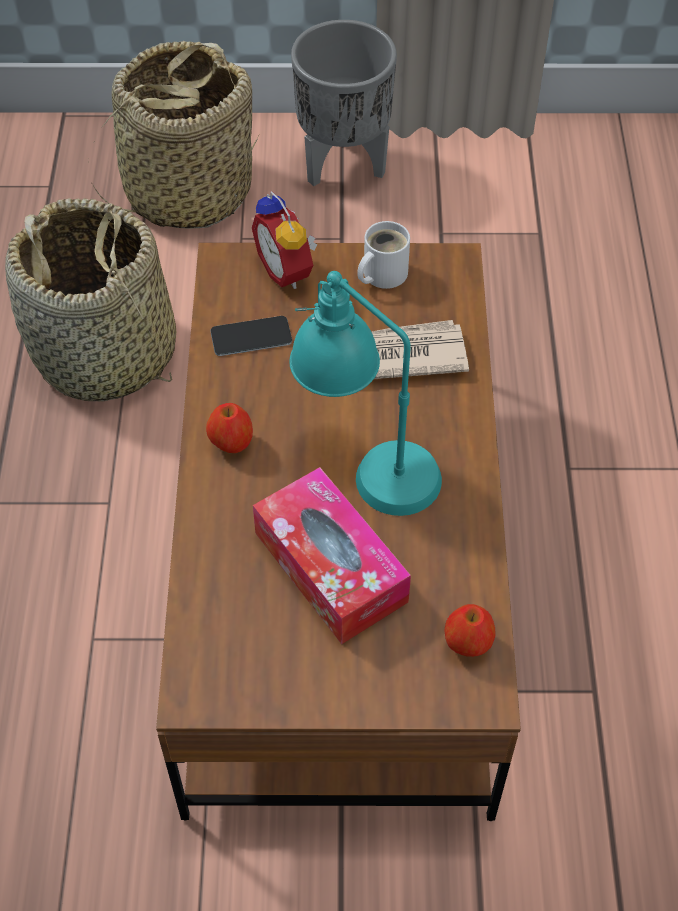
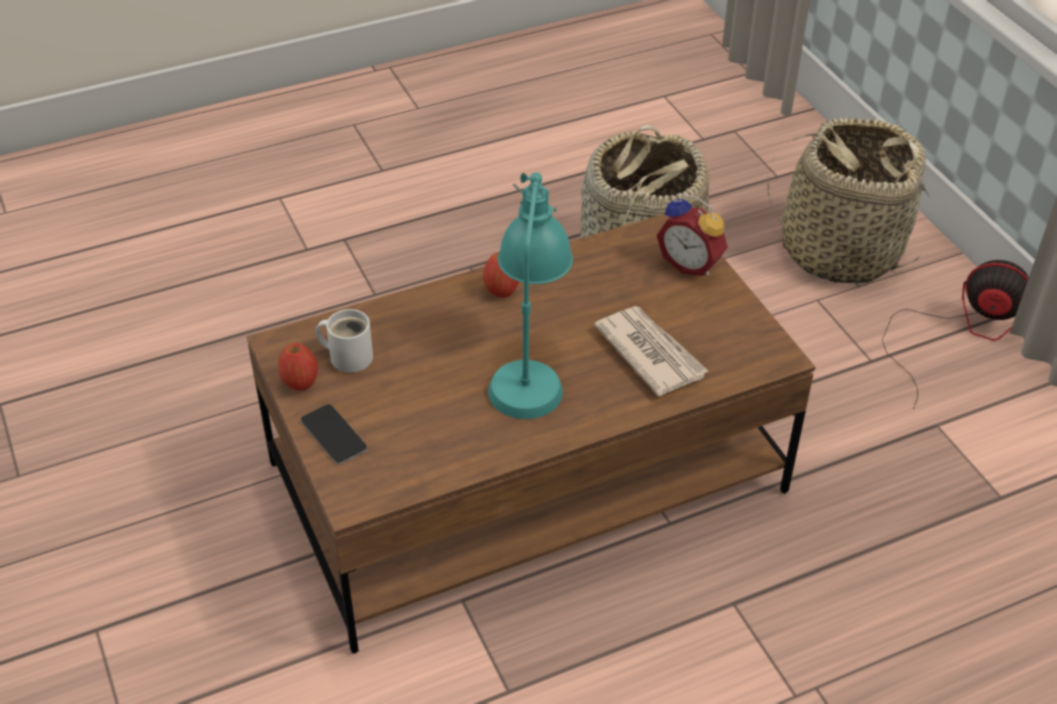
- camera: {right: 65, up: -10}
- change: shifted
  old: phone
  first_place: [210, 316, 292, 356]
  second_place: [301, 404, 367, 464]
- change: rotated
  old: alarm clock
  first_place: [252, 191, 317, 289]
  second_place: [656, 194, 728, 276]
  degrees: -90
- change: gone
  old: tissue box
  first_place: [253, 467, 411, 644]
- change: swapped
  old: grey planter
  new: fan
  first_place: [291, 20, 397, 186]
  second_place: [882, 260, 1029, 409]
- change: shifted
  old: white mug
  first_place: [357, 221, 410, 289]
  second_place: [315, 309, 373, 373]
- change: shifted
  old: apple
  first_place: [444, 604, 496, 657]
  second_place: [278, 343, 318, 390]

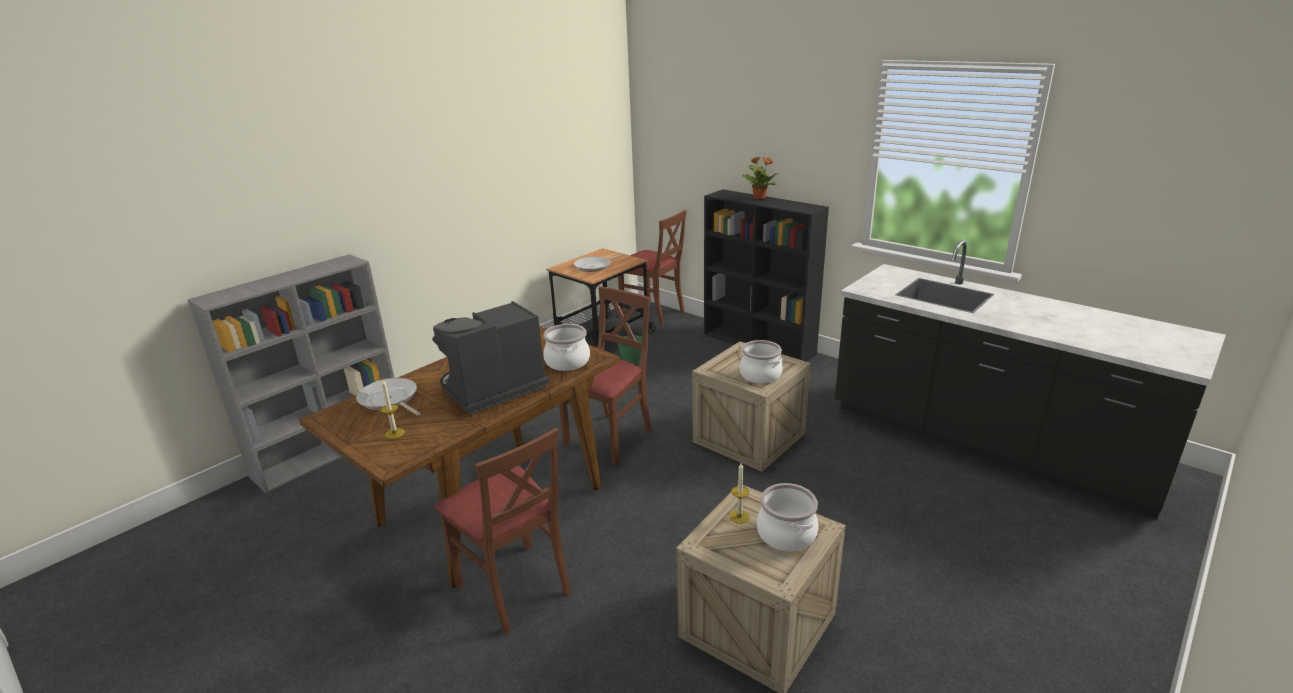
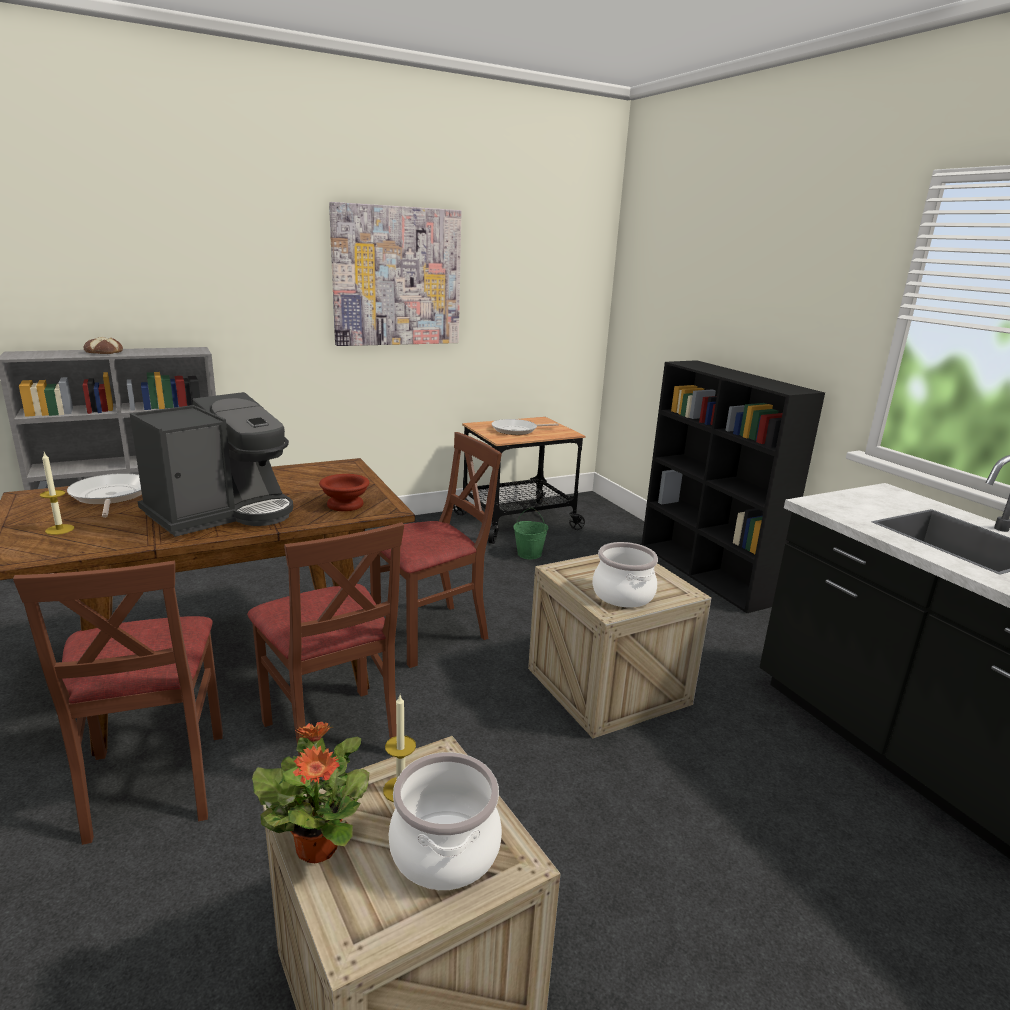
- camera: {right: 20, up: -5}
- change: rotated
  old: coffee machine
  first_place: [432, 301, 550, 415]
  second_place: [130, 392, 293, 537]
  degrees: 150
- change: swapped
  old: cooking pot
  new: brown bowl
  first_place: [543, 324, 590, 371]
  second_place: [319, 474, 369, 511]
- change: shifted
  old: brown chair
  first_place: [618, 210, 687, 326]
  second_place: [247, 522, 404, 756]
- change: shifted
  old: potted plant
  first_place: [742, 157, 778, 200]
  second_place: [252, 722, 369, 863]
- change: new
  new: bread
  second_place: [84, 337, 123, 354]
- change: new
  new: picture
  second_place: [329, 202, 462, 346]

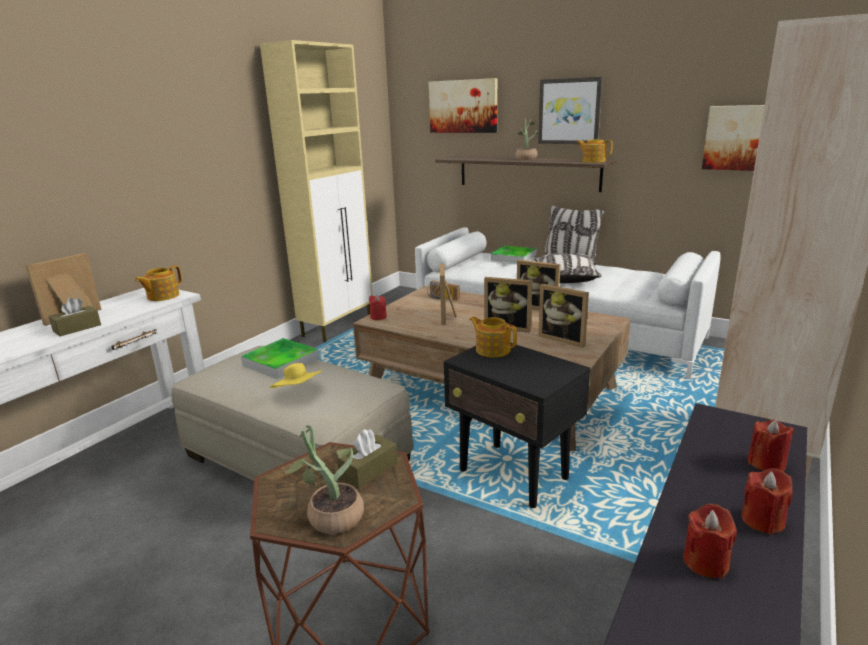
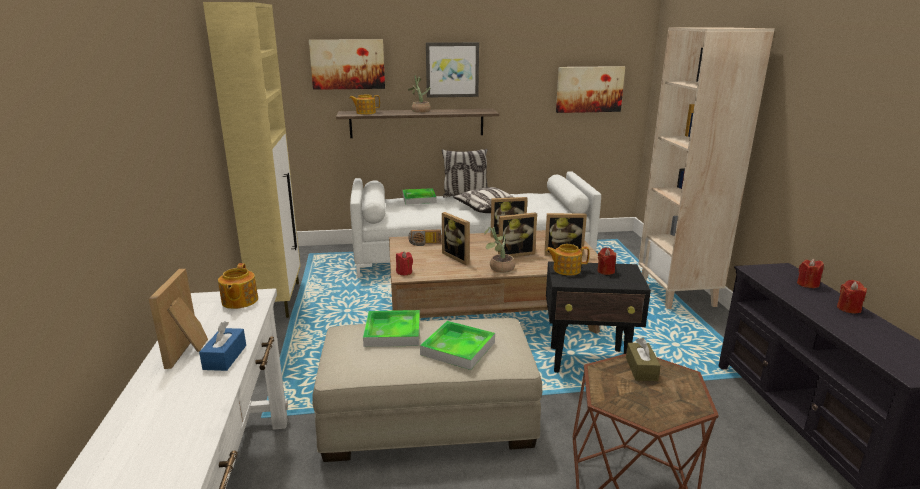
- camera: {right: -40, up: 0}
- change: repainted
  old: brown tissue box
  new: blue tissue box
  first_place: [48, 298, 101, 336]
  second_place: [199, 321, 246, 371]
- change: swapped
  old: yellow hat
  new: tray
  first_place: [269, 363, 322, 388]
  second_place: [420, 321, 495, 370]
- change: shifted
  old: potted plant
  first_place: [283, 425, 364, 534]
  second_place: [484, 227, 515, 273]
- change: shifted
  old: teapot
  first_place: [577, 139, 613, 163]
  second_place: [349, 95, 380, 114]
- change: shifted
  old: red candle
  first_place: [683, 504, 737, 579]
  second_place: [597, 247, 616, 275]

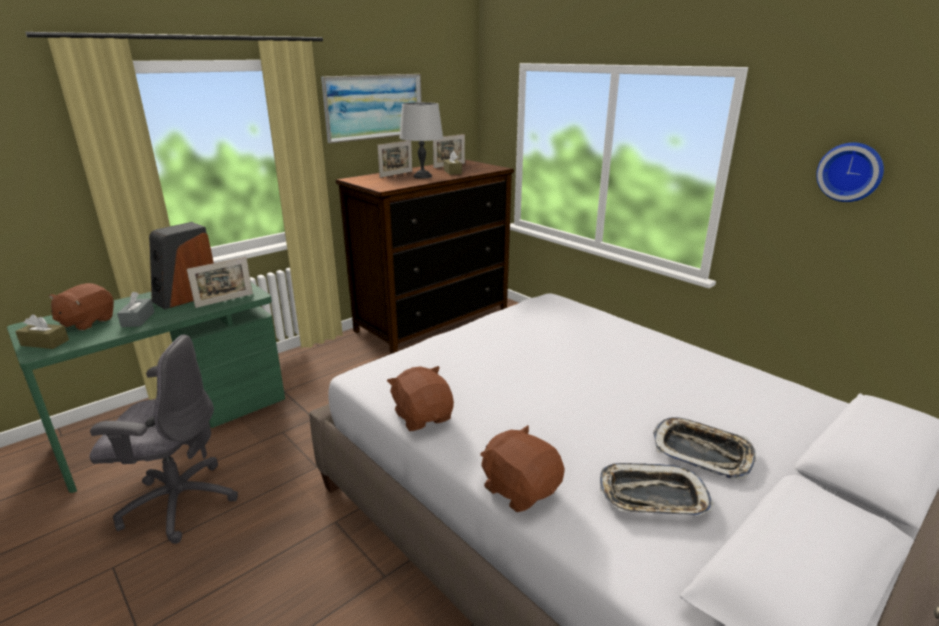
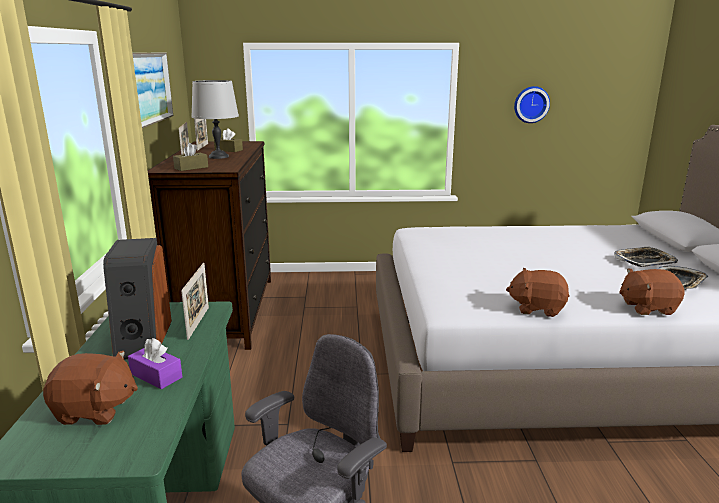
- camera: {right: -50, up: -5}
- change: shifted
  old: brown tissue box
  first_place: [15, 314, 69, 349]
  second_place: [173, 143, 208, 171]
- change: rotated
  old: brown plush toy
  first_place: [49, 283, 114, 331]
  second_place: [43, 351, 138, 425]
  degrees: -60
- change: repainted
  old: grey tissue box
  new: purple tissue box
  first_place: [117, 292, 155, 327]
  second_place: [128, 338, 182, 389]

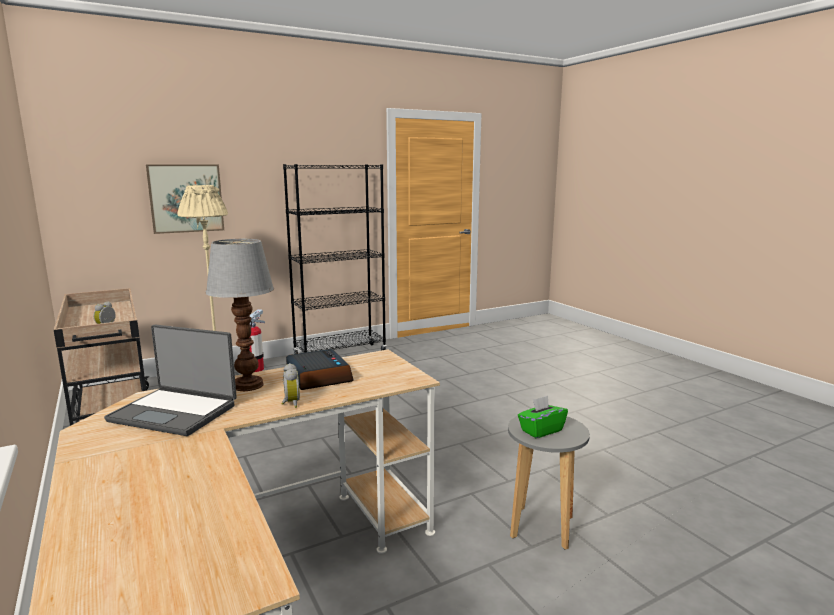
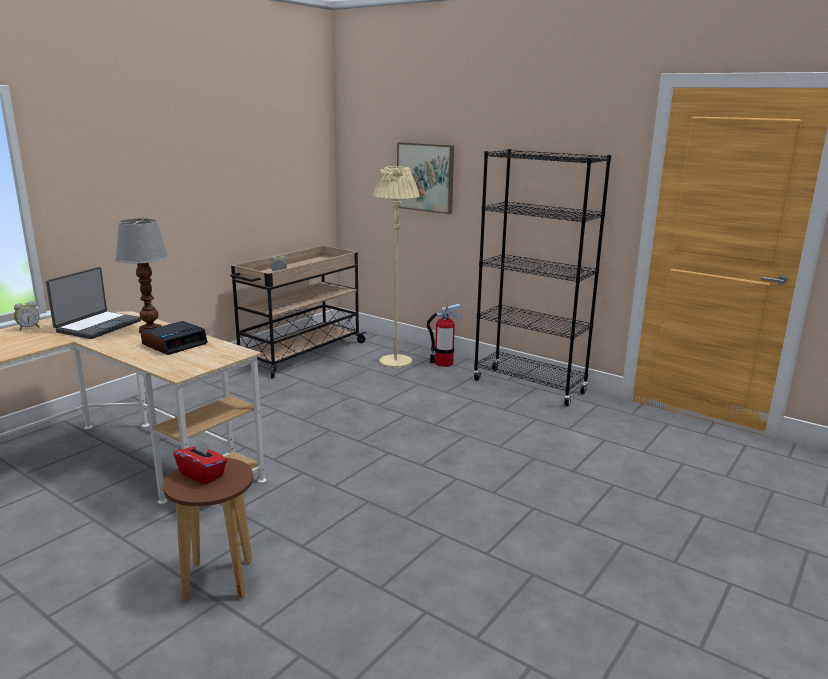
- camera: {right: 65, up: 5}
- change: rotated
  old: laptop
  first_place: [104, 325, 237, 436]
  second_place: [46, 267, 141, 339]
  degrees: -150
- change: shifted
  old: alarm clock
  first_place: [281, 363, 300, 408]
  second_place: [14, 301, 40, 331]
- change: repainted
  old: grey stool
  new: brown stool
  first_place: [508, 416, 590, 550]
  second_place: [163, 457, 253, 602]
- change: repainted
  old: green tissue box
  new: red tissue box
  first_place: [518, 396, 568, 438]
  second_place: [174, 437, 227, 485]

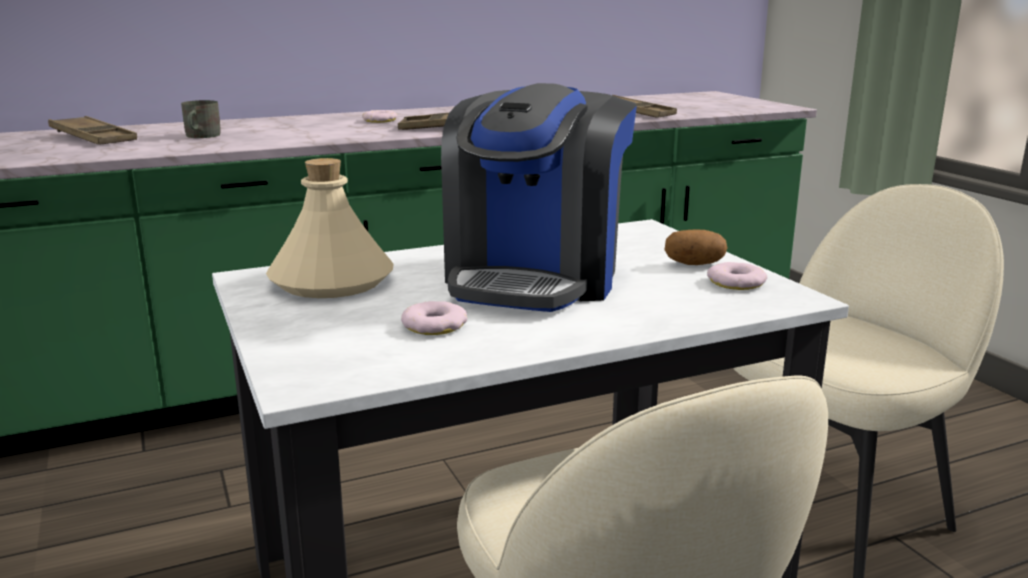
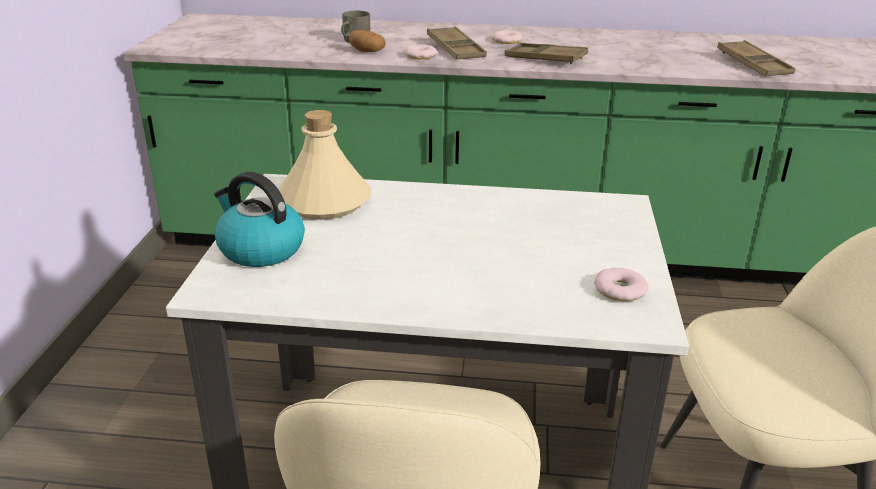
- camera: {right: 30, up: 10}
- change: shifted
  old: brown tray
  first_place: [48, 116, 137, 144]
  second_place: [427, 26, 487, 60]
- change: shifted
  old: donut
  first_place: [401, 301, 467, 335]
  second_place: [404, 44, 437, 59]
- change: gone
  old: coffee machine
  first_place: [441, 83, 637, 312]
- change: shifted
  old: potato
  first_place: [664, 229, 728, 265]
  second_place: [349, 30, 386, 52]
- change: new
  new: kettle
  second_place: [214, 172, 305, 267]

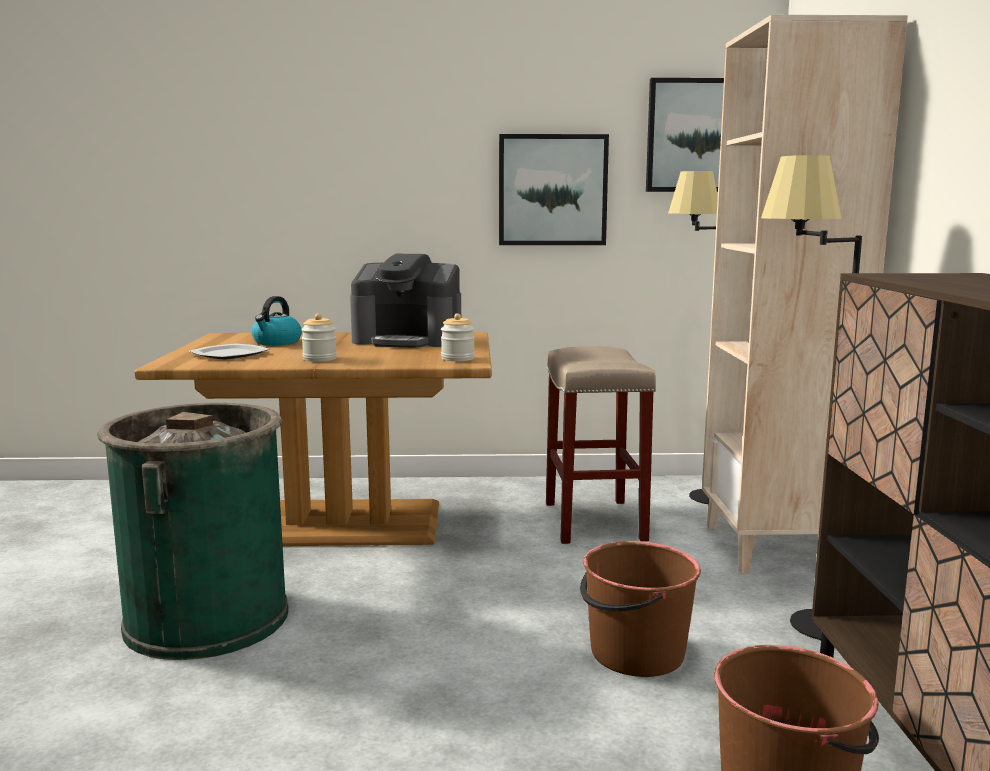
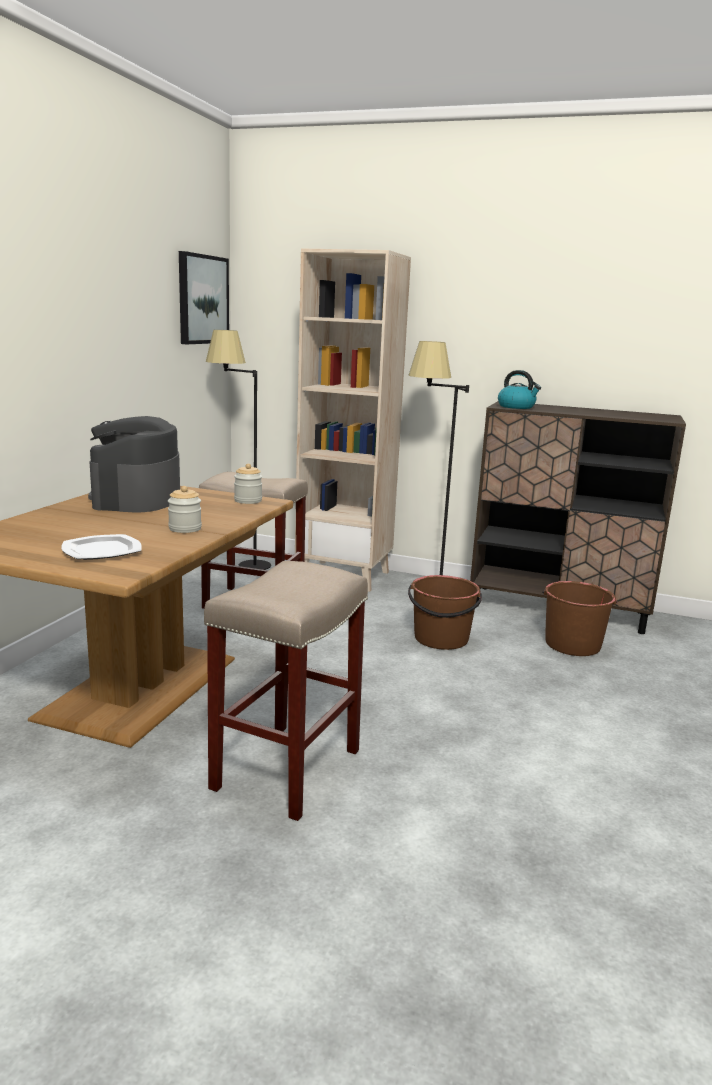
- camera: {right: -70, up: 5}
- change: swapped
  old: green trash can
  new: beige stool
  first_place: [97, 403, 289, 660]
  second_place: [204, 561, 368, 821]
- change: shifted
  old: kettle
  first_place: [252, 296, 302, 346]
  second_place: [498, 370, 541, 409]
- change: rotated
  old: coffee machine
  first_place: [350, 254, 461, 348]
  second_place: [88, 416, 180, 512]
  degrees: 150
- change: gone
  old: picture
  first_place: [499, 134, 609, 245]

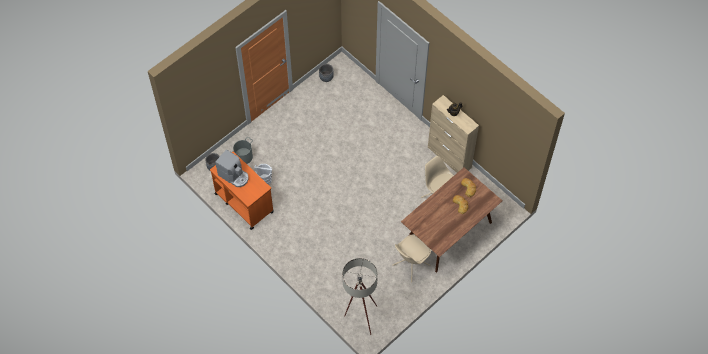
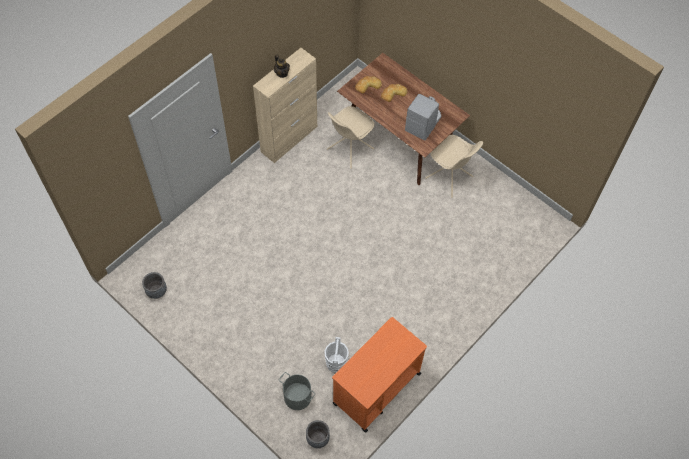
- camera: {right: -95, up: 0}
- change: shifted
  old: coffee machine
  first_place: [215, 149, 249, 187]
  second_place: [405, 94, 441, 140]
- change: gone
  old: beige floor lamp
  first_place: [342, 258, 378, 335]

